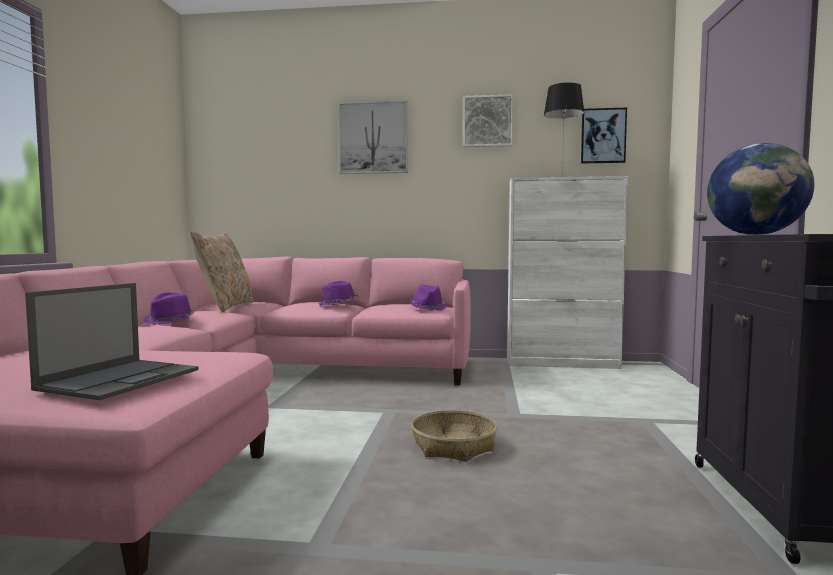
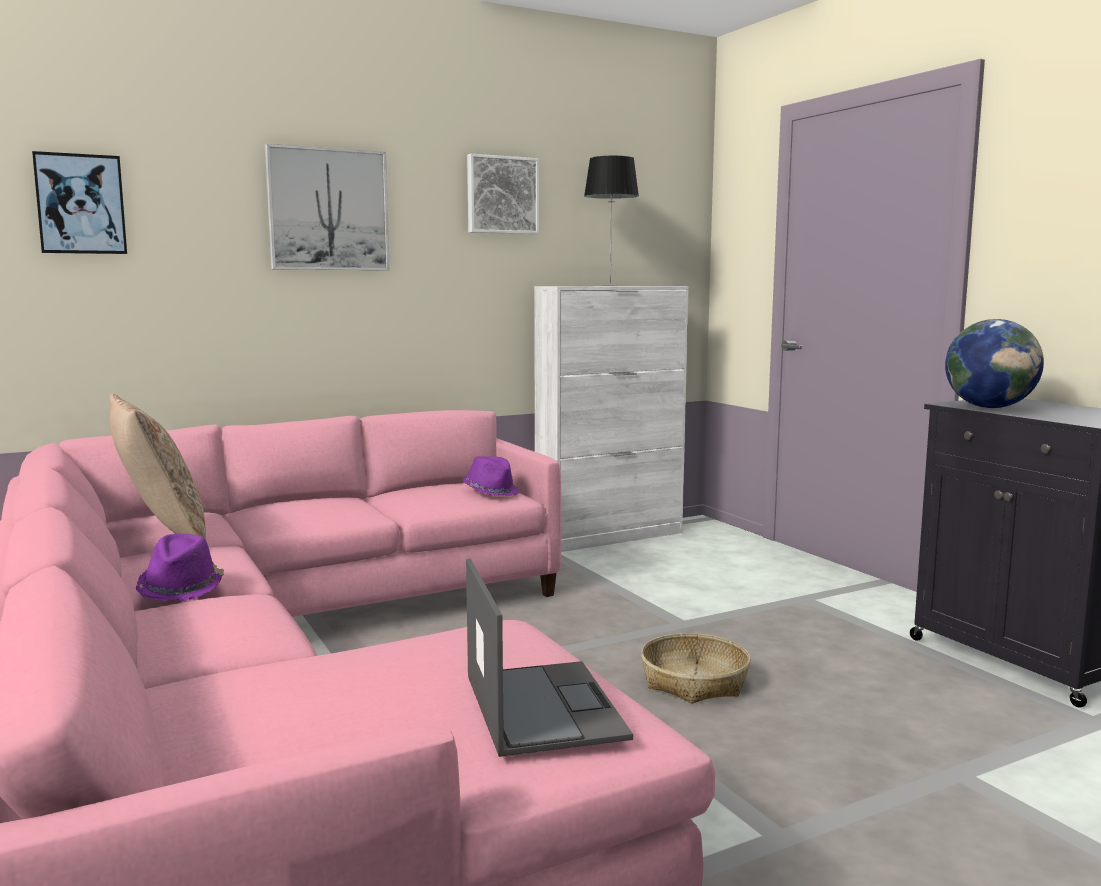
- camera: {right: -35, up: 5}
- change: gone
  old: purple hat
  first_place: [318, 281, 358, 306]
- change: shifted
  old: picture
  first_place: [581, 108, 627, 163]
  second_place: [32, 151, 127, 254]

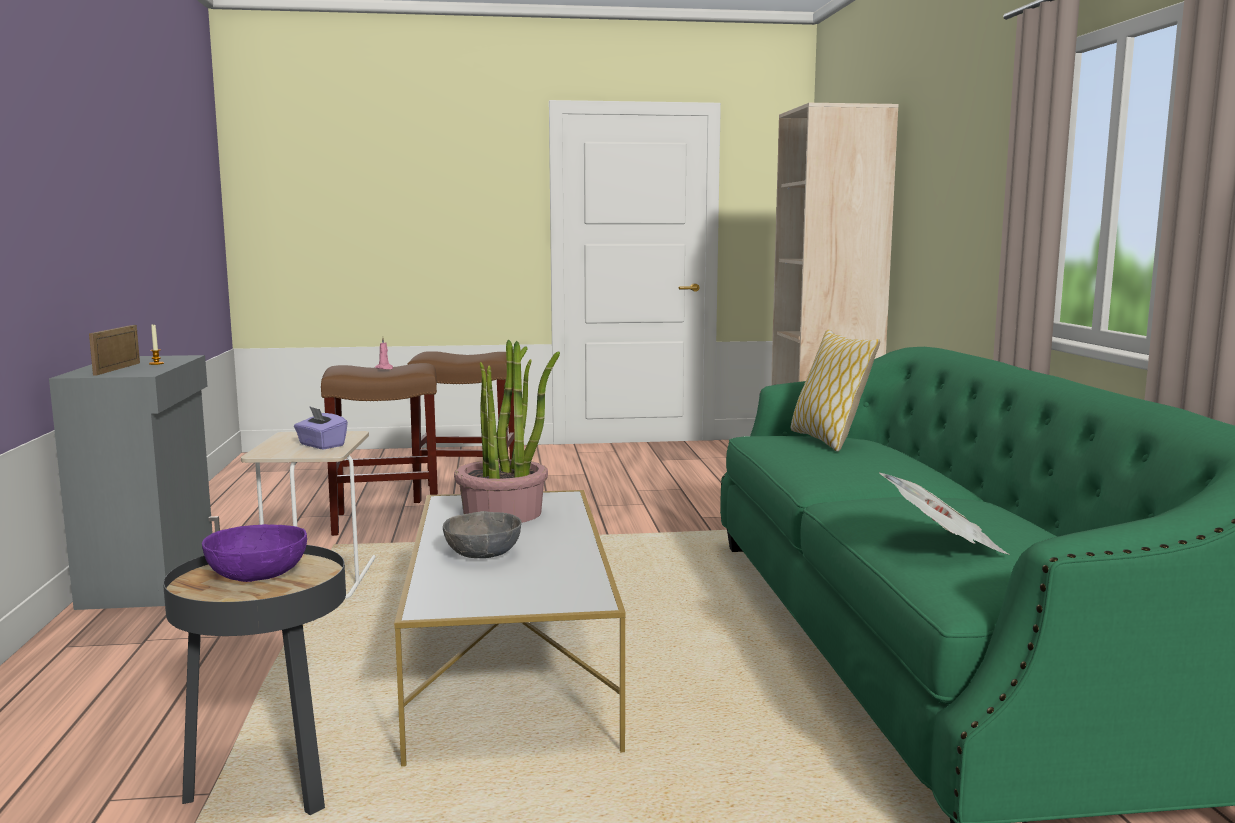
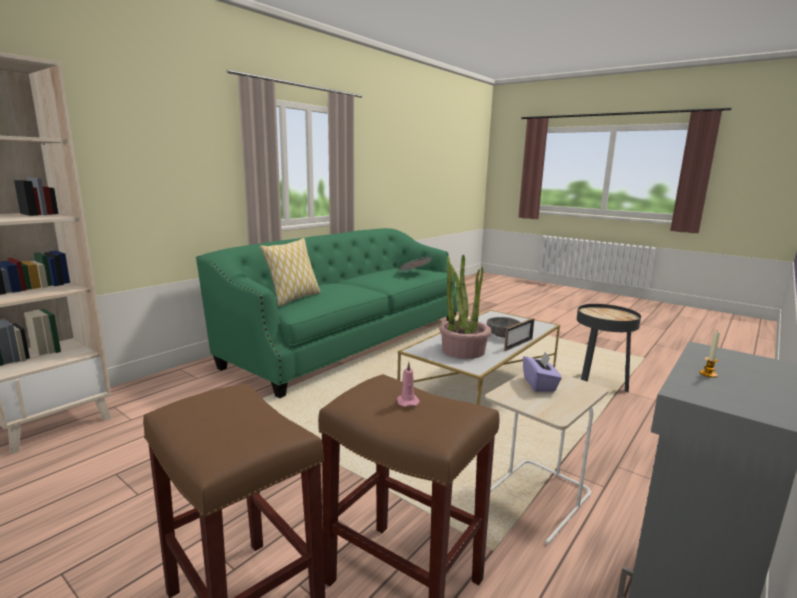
- camera: {right: -135, up: 5}
- change: shifted
  old: picture frame
  first_place: [89, 325, 140, 375]
  second_place: [504, 318, 534, 351]
- change: gone
  old: purple bowl
  first_place: [202, 524, 307, 582]

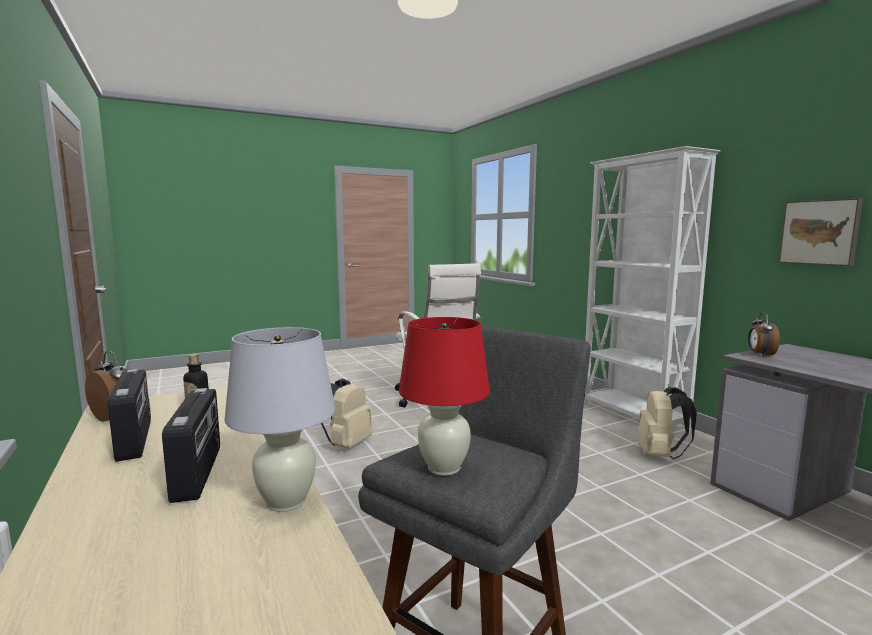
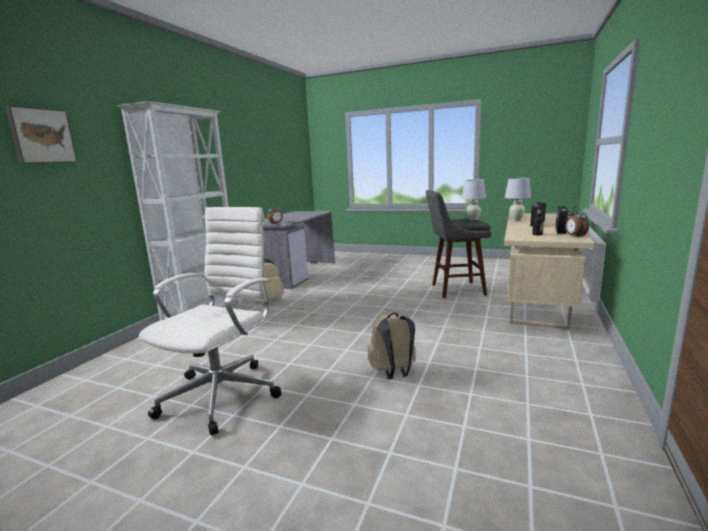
- camera: {right: -130, up: 5}
- change: repainted
  old: red table lamp
  new: white table lamp
  first_place: [399, 317, 490, 476]
  second_place: [461, 179, 486, 220]
- change: shifted
  old: picture
  first_place: [779, 198, 863, 266]
  second_place: [5, 105, 78, 164]

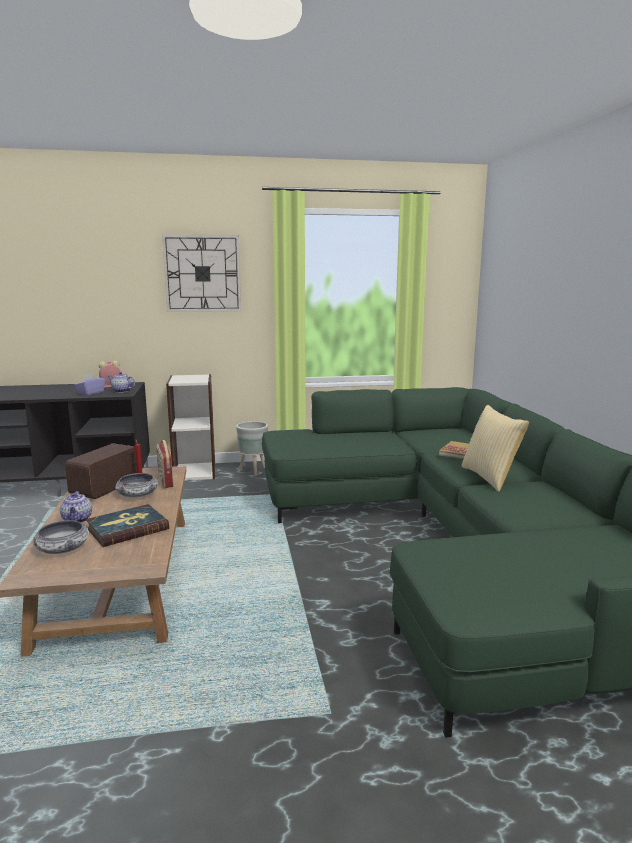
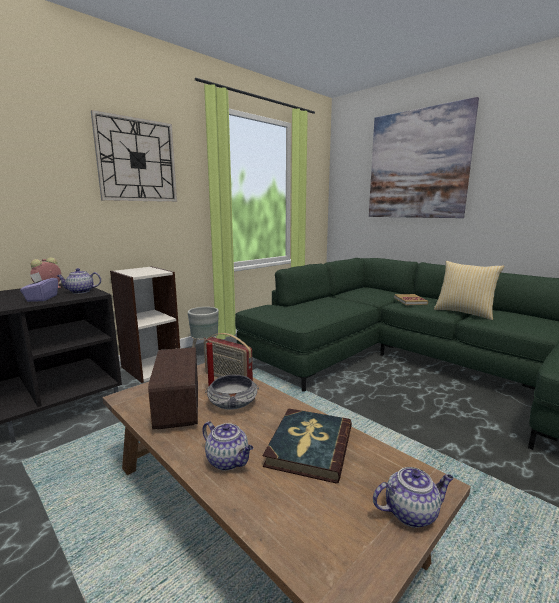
- camera: {right: -35, up: 0}
- change: gone
  old: bowl
  first_place: [32, 520, 89, 554]
- change: new
  new: picture
  second_place: [369, 97, 479, 218]
- change: new
  new: teapot
  second_place: [373, 467, 454, 528]

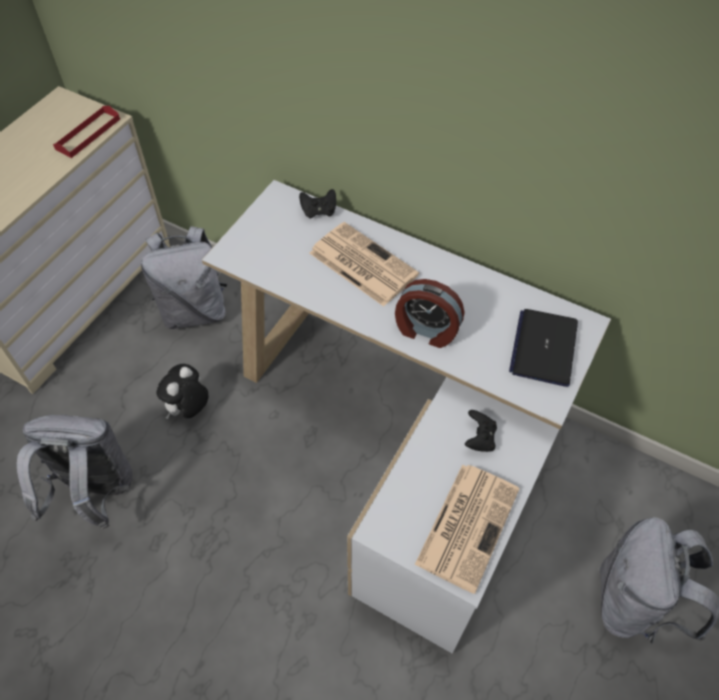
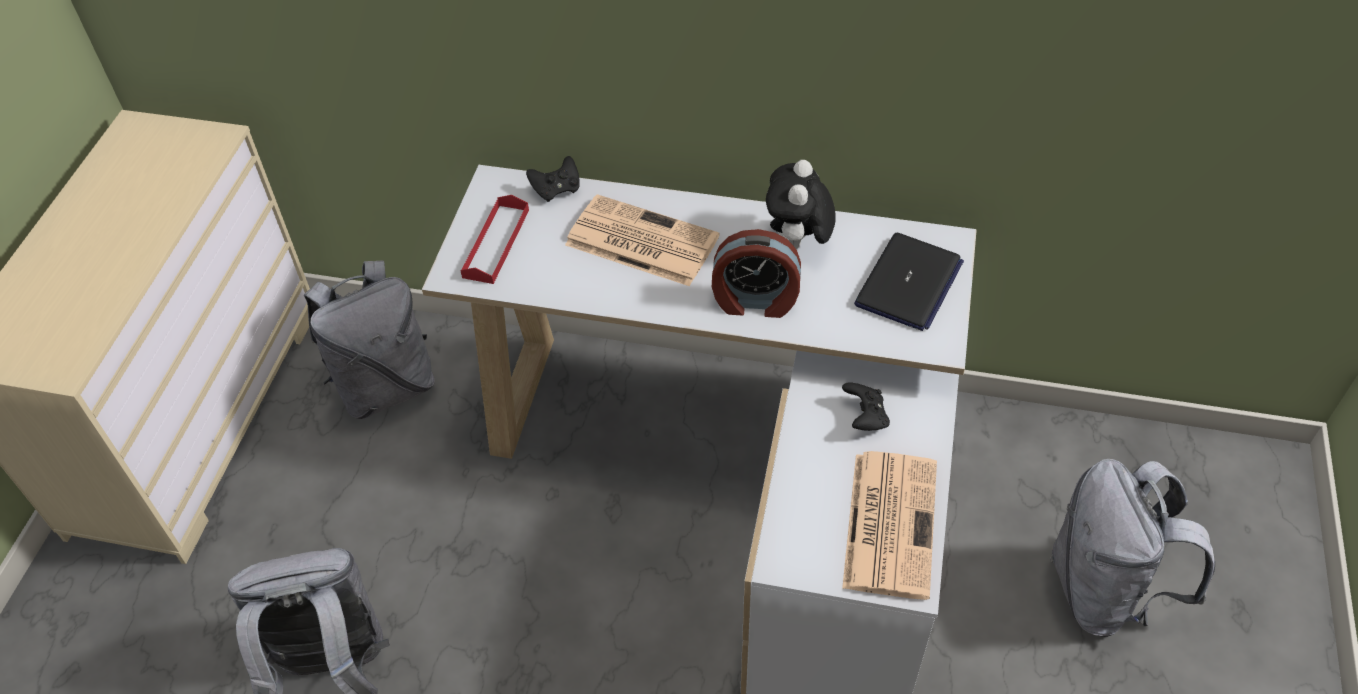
- camera: {right: -15, up: -5}
- change: shifted
  old: red tray
  first_place: [53, 106, 120, 158]
  second_place: [460, 195, 529, 284]
- change: shifted
  old: plush toy
  first_place: [156, 364, 209, 419]
  second_place: [766, 160, 836, 249]
- change: rotated
  old: laptop
  first_place: [509, 309, 578, 387]
  second_place: [854, 233, 964, 331]
  degrees: -150

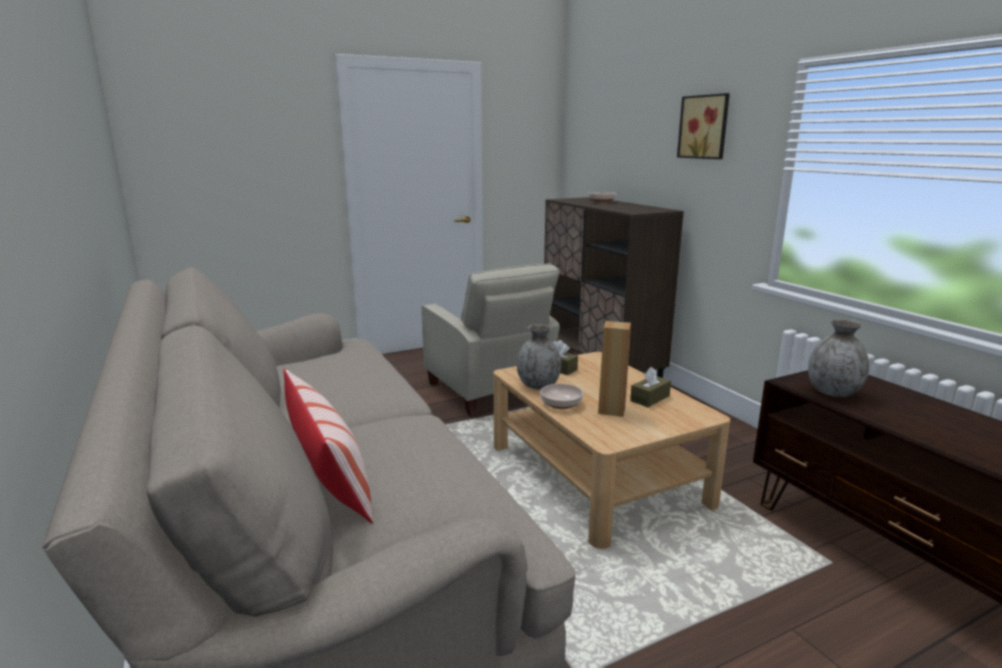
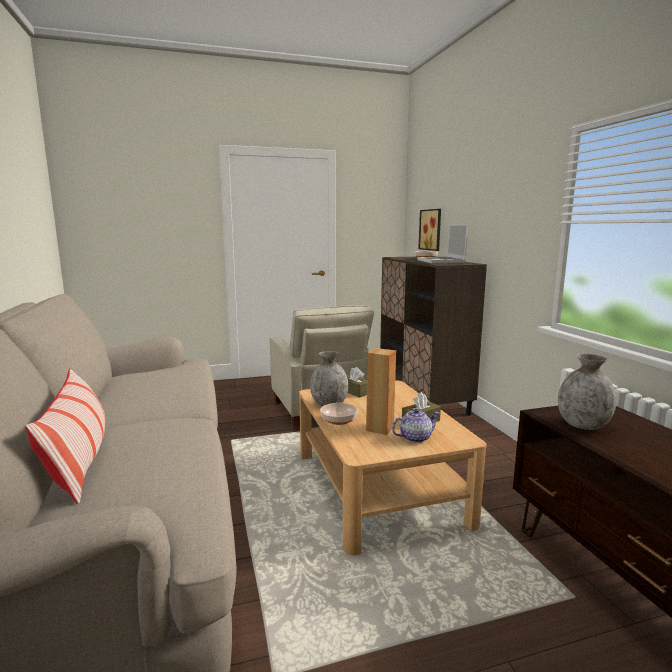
- camera: {right: 10, up: -5}
- change: shifted
  old: picture
  first_place: [677, 93, 730, 159]
  second_place: [418, 209, 441, 251]
- change: new
  new: teapot
  second_place: [392, 408, 440, 443]
- change: new
  new: laptop
  second_place: [417, 224, 468, 264]

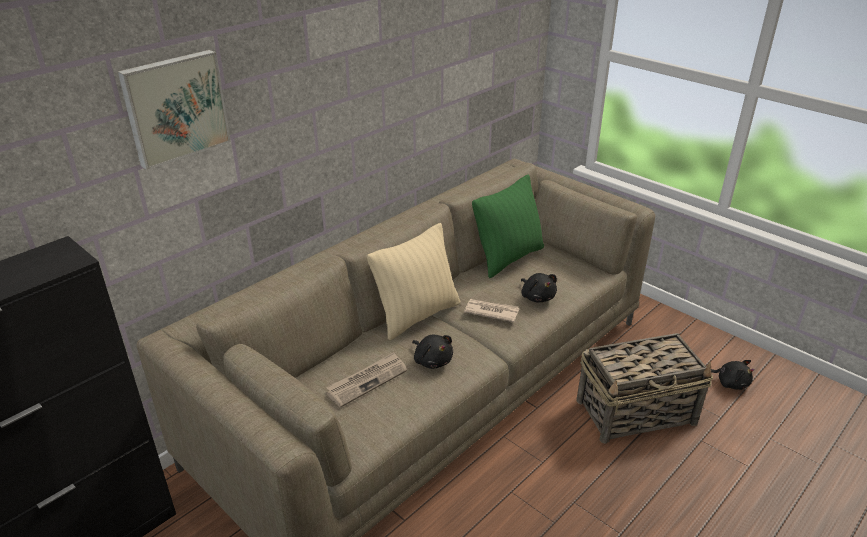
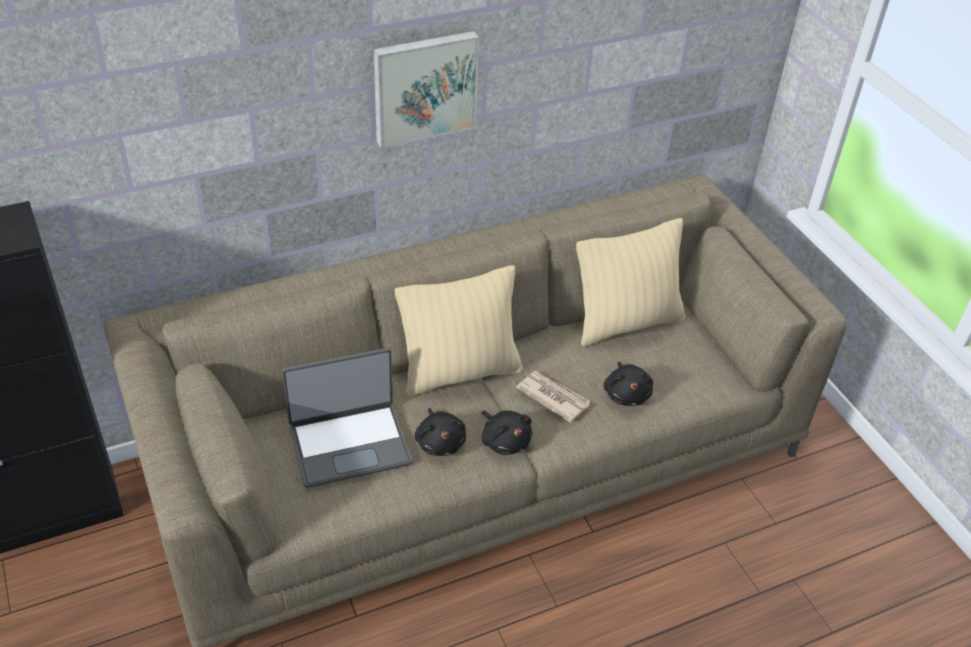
- camera: {right: 20, up: 10}
- change: shifted
  old: picture
  first_place: [117, 50, 231, 170]
  second_place: [373, 31, 479, 148]
- change: swapped
  old: newspaper
  new: laptop
  first_place: [326, 352, 407, 408]
  second_place: [282, 348, 412, 488]
- change: repainted
  old: green pillow
  new: beige pillow
  first_place: [472, 174, 544, 278]
  second_place: [576, 218, 685, 347]
- change: gone
  old: basket
  first_place: [576, 333, 713, 444]
- change: shifted
  old: black plush toy
  first_place: [711, 360, 754, 390]
  second_place: [482, 411, 533, 455]

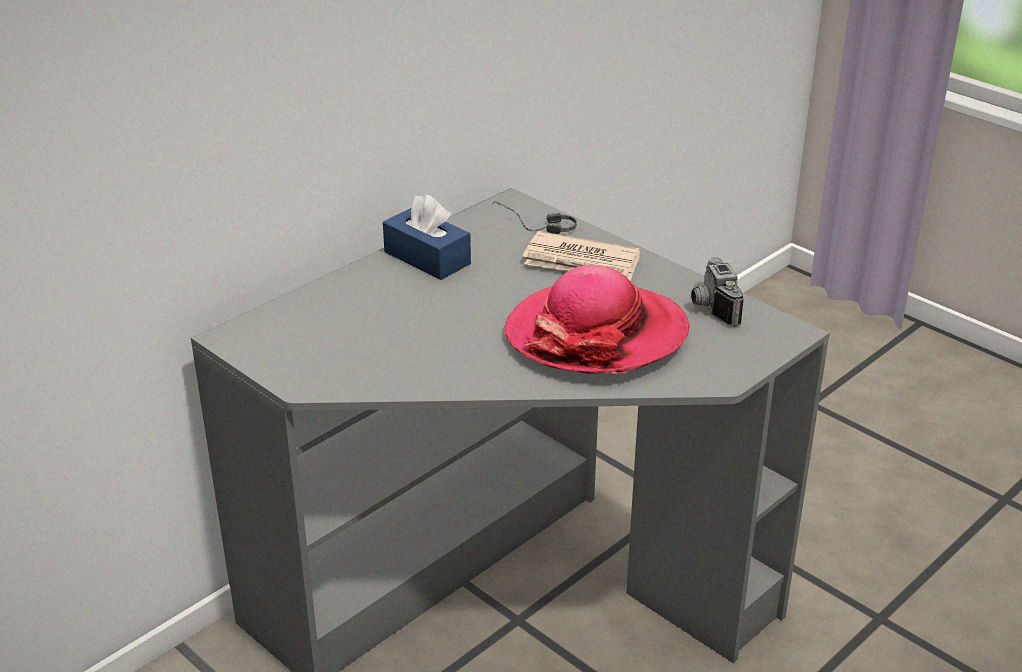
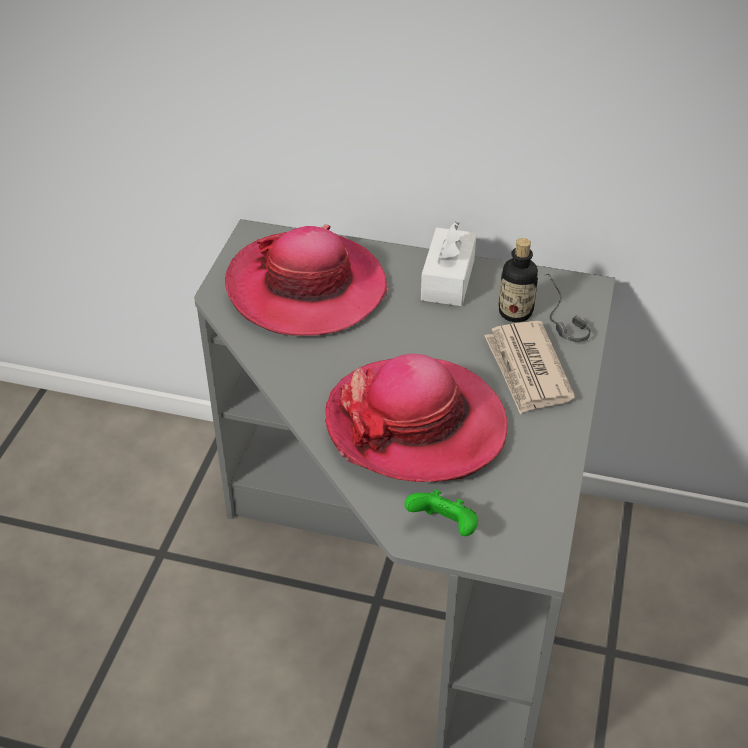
- camera: {right: 60, up: 10}
- change: repainted
  old: blue tissue box
  new: white tissue box
  first_place: [383, 195, 471, 280]
  second_place: [421, 222, 476, 306]
- change: gone
  old: photo camera
  first_place: [691, 257, 744, 327]
- change: new
  new: hat
  second_place: [225, 224, 388, 336]
- change: new
  new: green game controller
  second_place: [404, 489, 478, 536]
- change: new
  new: bottle
  second_place: [499, 238, 538, 322]

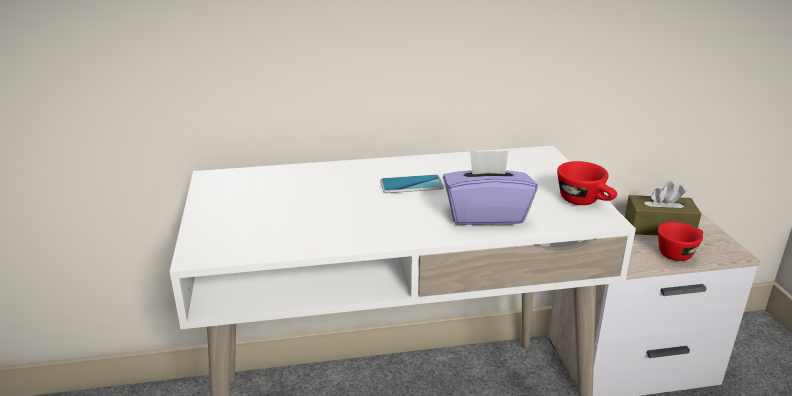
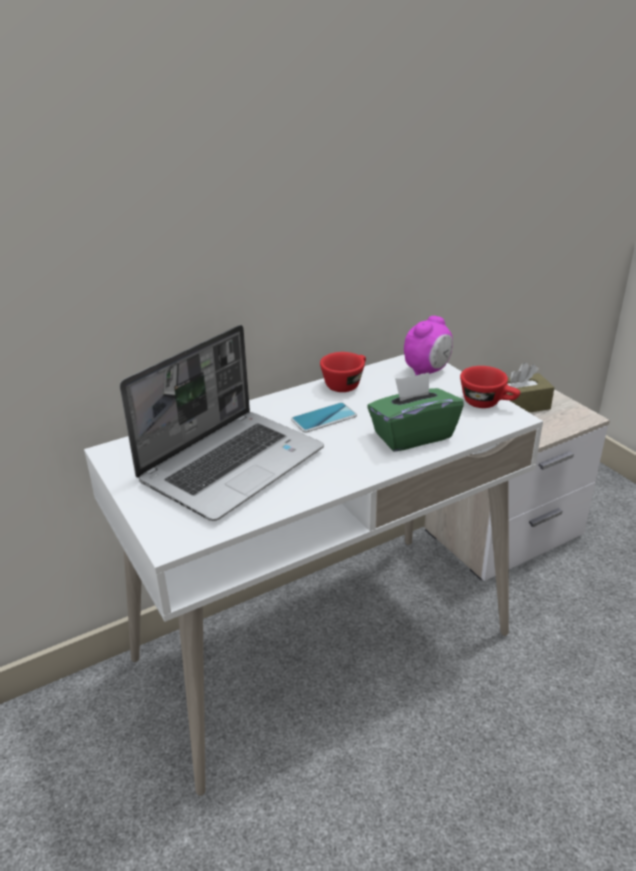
- camera: {right: -20, up: 5}
- change: repainted
  old: purple tissue box
  new: green tissue box
  first_place: [443, 150, 537, 225]
  second_place: [367, 372, 464, 452]
- change: shifted
  old: red cup
  first_place: [658, 222, 703, 261]
  second_place: [320, 352, 366, 392]
- change: new
  new: laptop
  second_place: [120, 325, 324, 521]
- change: new
  new: alarm clock
  second_place: [404, 316, 453, 375]

